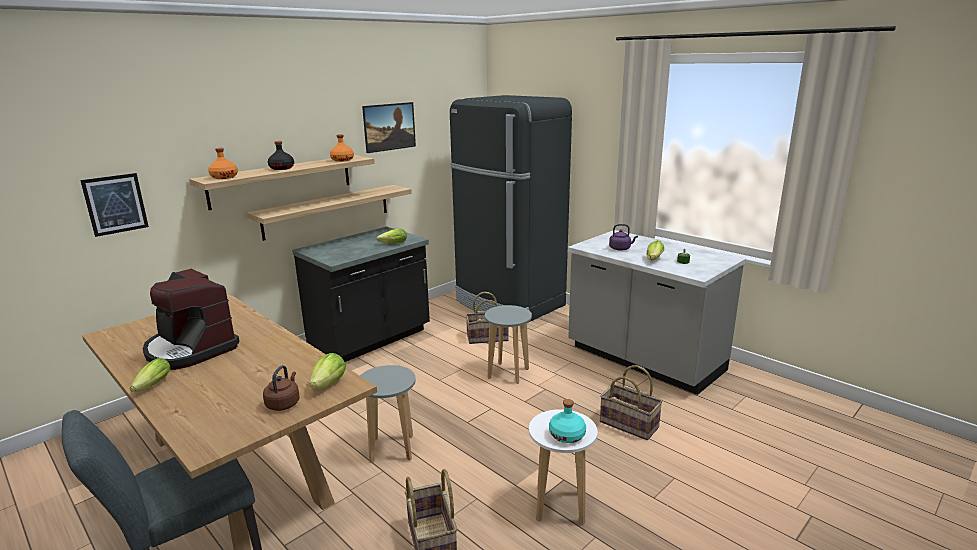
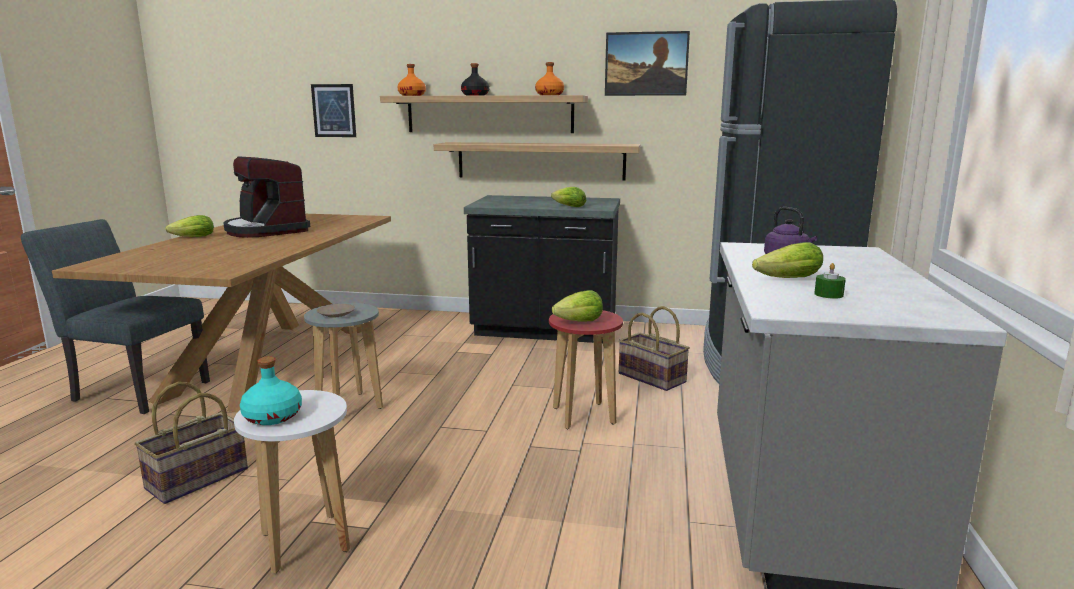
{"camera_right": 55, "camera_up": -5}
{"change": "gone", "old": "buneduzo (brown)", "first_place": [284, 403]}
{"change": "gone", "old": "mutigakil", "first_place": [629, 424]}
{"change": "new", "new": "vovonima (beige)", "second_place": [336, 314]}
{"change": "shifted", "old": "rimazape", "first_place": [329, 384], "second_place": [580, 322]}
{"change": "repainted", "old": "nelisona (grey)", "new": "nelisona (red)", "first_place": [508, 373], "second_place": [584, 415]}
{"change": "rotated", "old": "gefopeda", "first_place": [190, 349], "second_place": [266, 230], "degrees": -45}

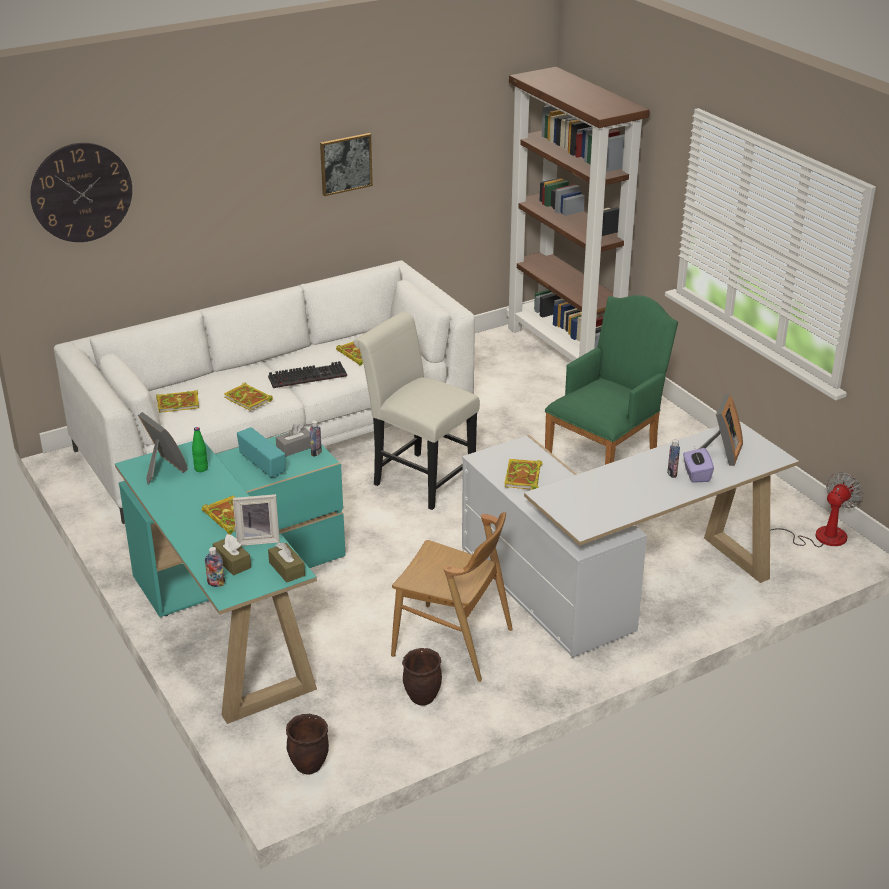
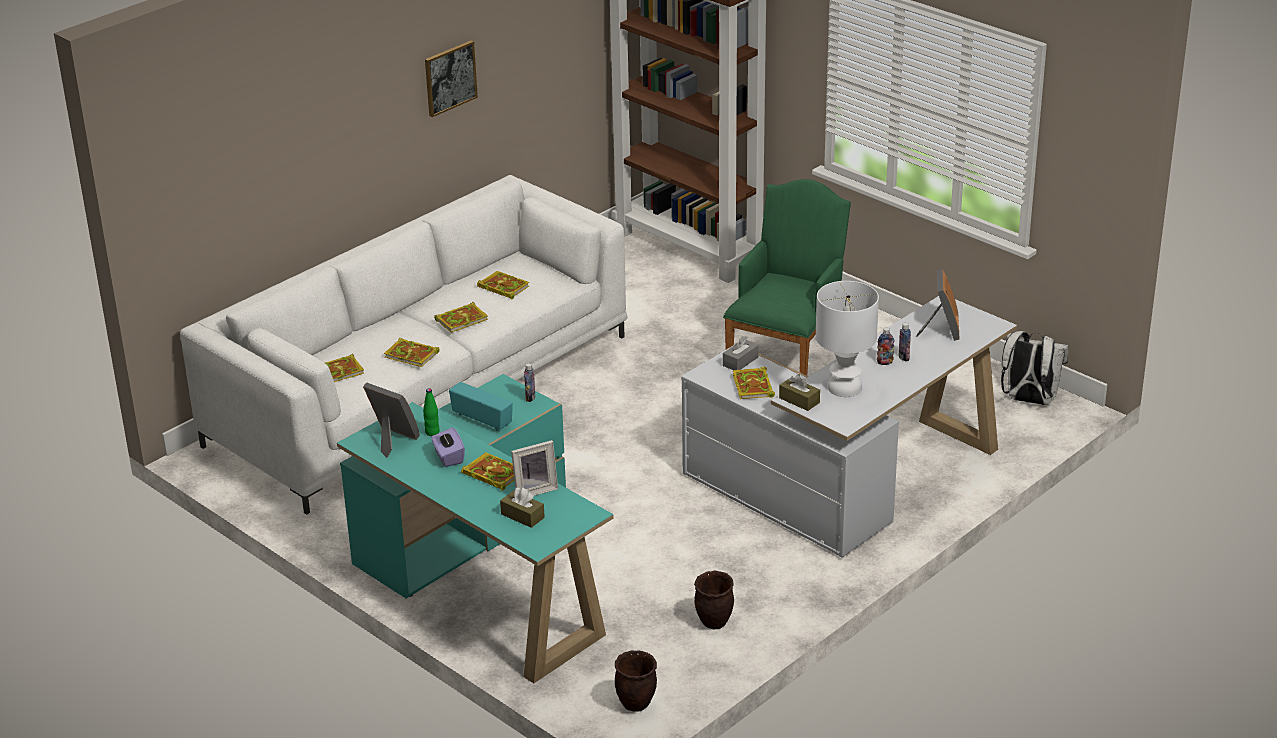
{"camera_right": -15, "camera_up": 0}
{"change": "gone", "old": "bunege", "first_place": [81, 192]}
{"change": "gone", "old": "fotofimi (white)", "first_place": [418, 478]}
{"change": "gone", "old": "fotofimi (brown)", "first_place": [453, 643]}
{"change": "new", "new": "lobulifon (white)", "second_place": [843, 388]}
{"change": "shifted", "old": "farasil", "first_place": [216, 583], "second_place": [884, 362]}
{"change": "shifted", "old": "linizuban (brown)", "first_place": [287, 569], "second_place": [799, 400]}
{"change": "shifted", "old": "linizuban (grey)", "first_place": [295, 448], "second_place": [740, 361]}
{"change": "shifted", "old": "linizuban (purple)", "first_place": [696, 474], "second_place": [448, 457]}
{"change": "swapped", "old": "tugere", "new": "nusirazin", "first_place": [308, 376], "second_place": [462, 319]}
{"change": "swapped", "old": "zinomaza", "new": "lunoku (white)", "first_place": [818, 536], "second_place": [1028, 400]}

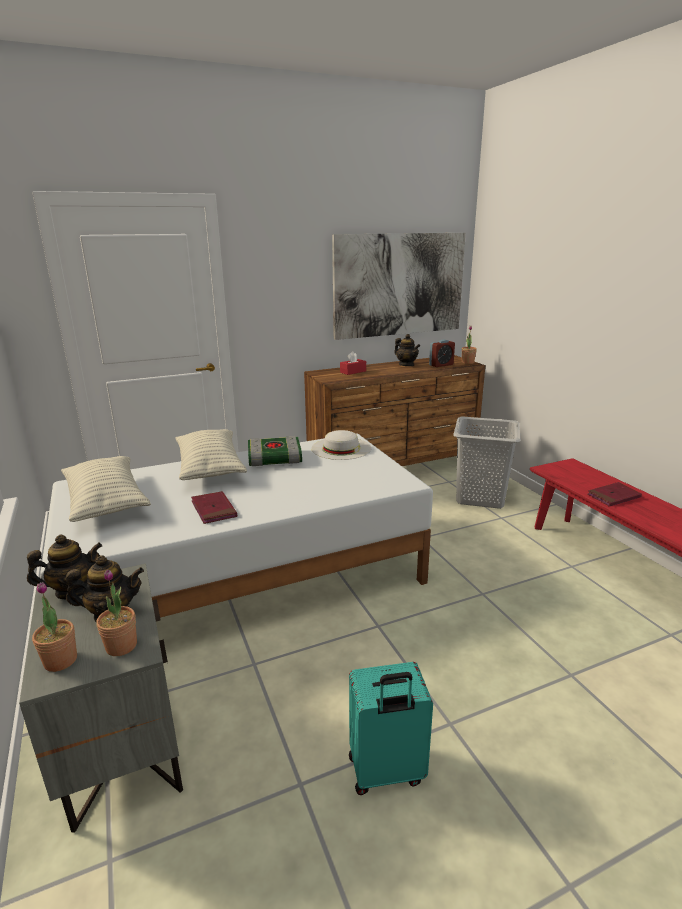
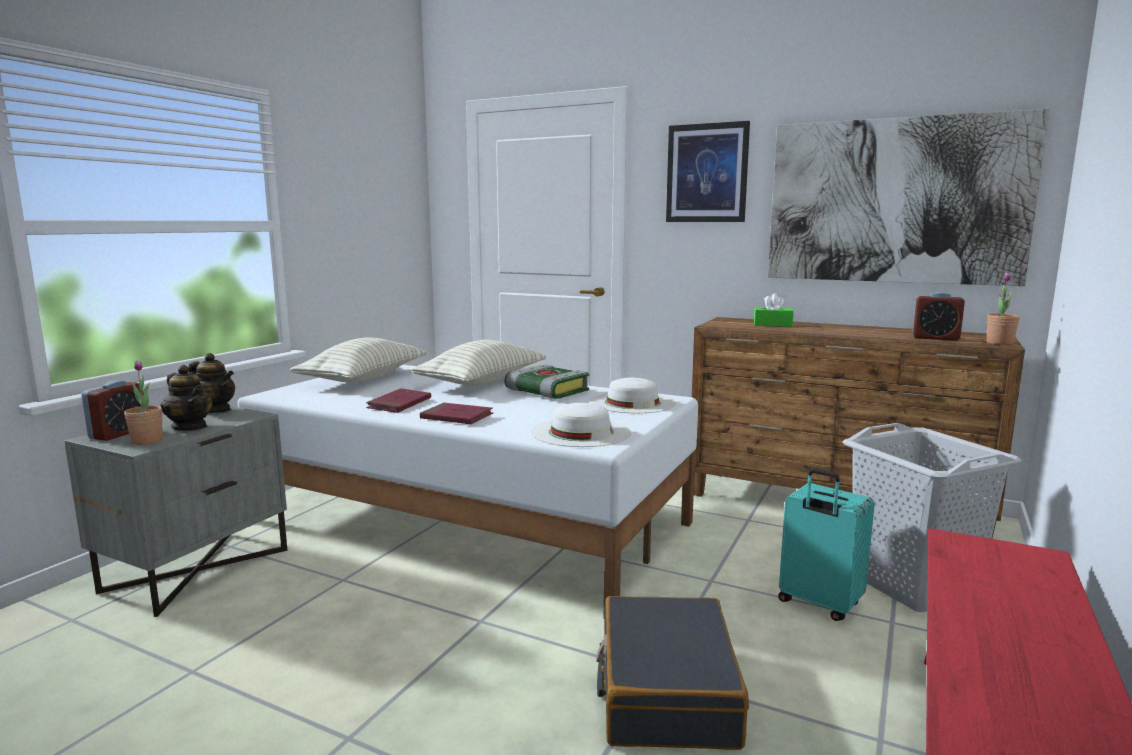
{"camera_right": 50, "camera_up": -10}
{"change": "gone", "old": "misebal", "first_place": [406, 365]}
{"change": "new", "new": "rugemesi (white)", "second_place": [581, 432]}
{"change": "new", "new": "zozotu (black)", "second_place": [666, 691]}
{"change": "new", "new": "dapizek", "second_place": [707, 173]}
{"change": "shifted", "old": "zozotu (turquoise)", "first_place": [386, 772], "second_place": [818, 604]}
{"change": "shifted", "old": "nusirazin (red)", "first_place": [613, 496], "second_place": [456, 417]}
{"change": "swapped", "old": "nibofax", "new": "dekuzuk", "first_place": [60, 661], "second_place": [118, 434]}
{"change": "repainted", "old": "linizuban (red)", "new": "linizuban (green)", "first_place": [353, 372], "second_place": [772, 324]}

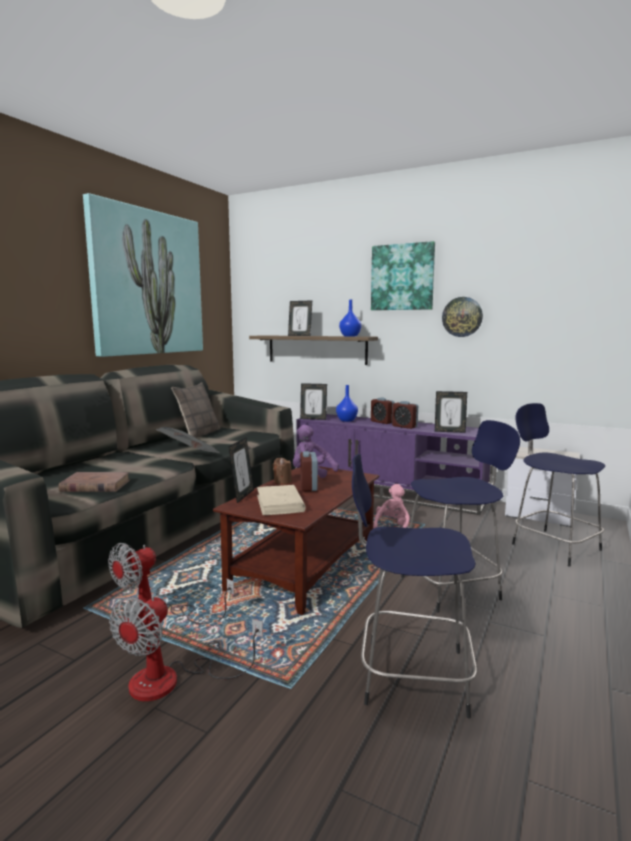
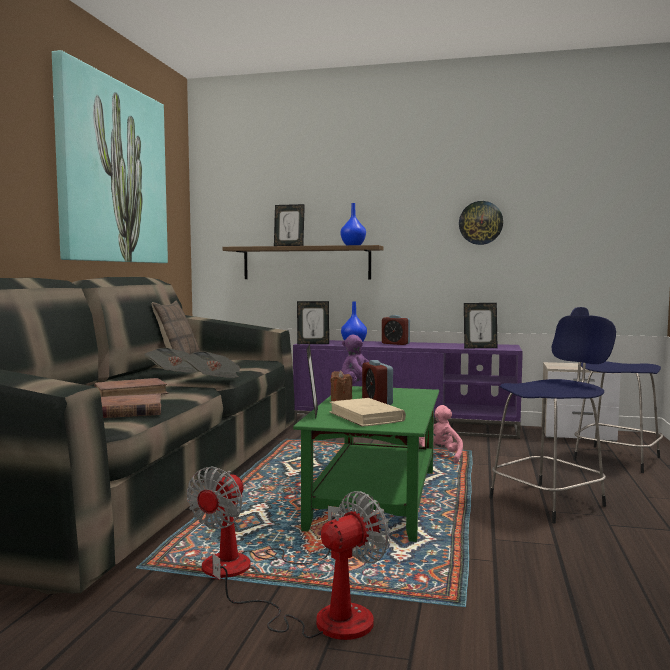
{"camera_right": -15, "camera_up": -5}
{"change": "gone", "old": "nelisona (blue)", "first_place": [410, 675]}
{"change": "gone", "old": "dapizek", "first_place": [402, 277]}
{"change": "gone", "old": "dekuzuk", "first_place": [404, 426]}
{"change": "new", "new": "nusirazin (brown)", "second_place": [131, 393]}
{"change": "repainted", "old": "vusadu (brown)", "new": "vusadu (green)", "first_place": [305, 565], "second_place": [375, 498]}
{"change": "rotated", "old": "zinomaza", "first_place": [172, 680], "second_place": [322, 620], "degrees": -135}

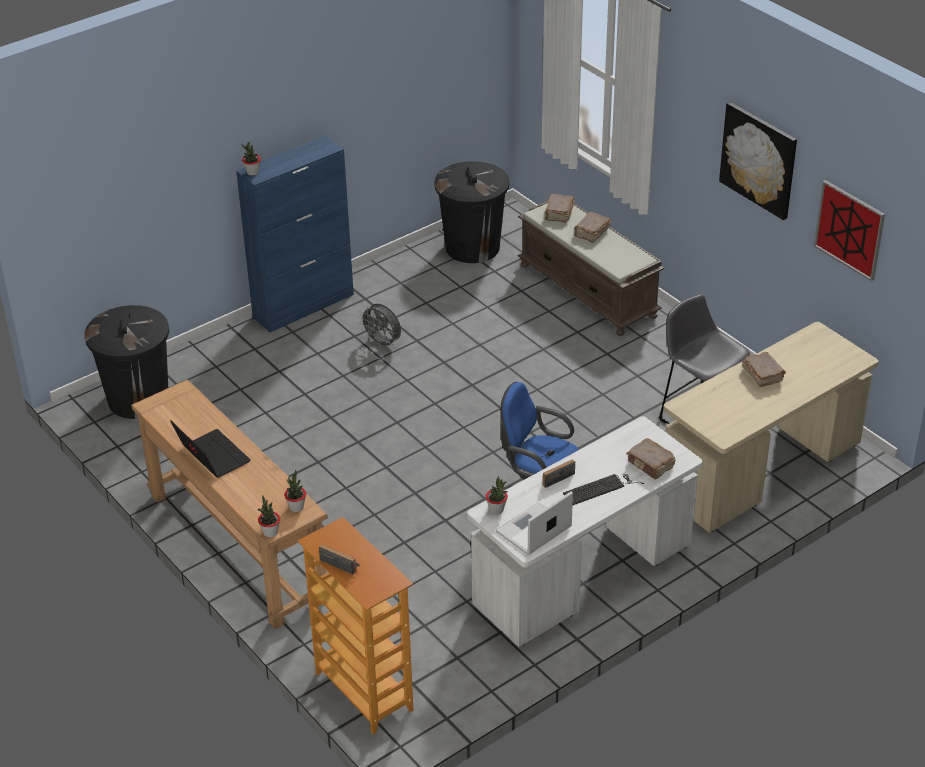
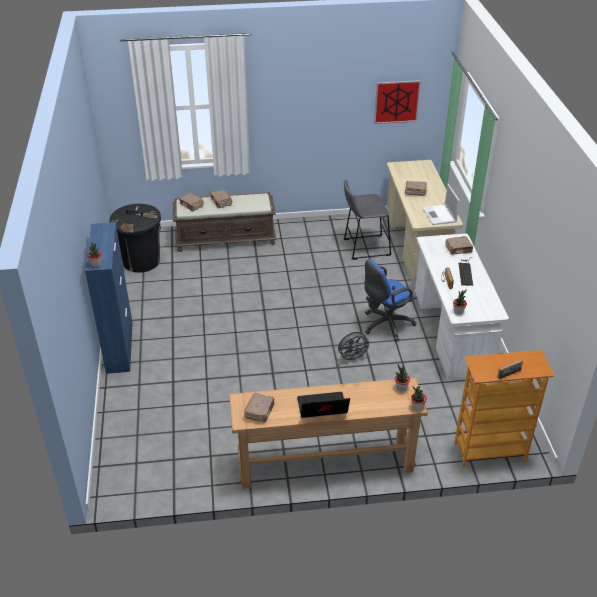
{"camera_right": -60, "camera_up": 0}
{"change": "gone", "old": "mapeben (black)", "first_place": [138, 399]}
{"change": "gone", "old": "dapizek", "first_place": [759, 159]}
{"change": "new", "new": "nusirazin (brown)", "second_place": [260, 411]}
{"change": "shifted", "old": "zinomaza (grey)", "first_place": [383, 343], "second_place": [352, 358]}
{"change": "shifted", "old": "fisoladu", "first_place": [533, 530], "second_place": [439, 215]}

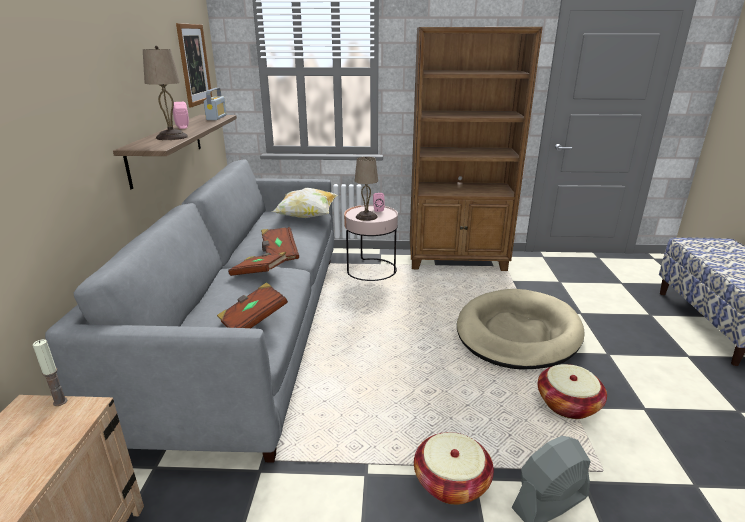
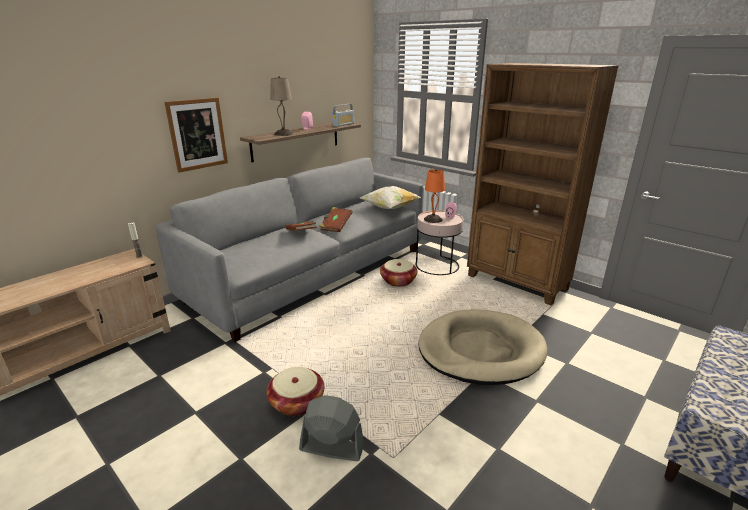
{"camera_right": 40, "camera_up": 0}
{"change": "gone", "old": "nusirazin (brown)", "first_place": [253, 320]}
{"change": "shifted", "old": "dapizek", "first_place": [194, 65], "second_place": [197, 134]}
{"change": "shifted", "old": "mutigakil", "first_place": [568, 404], "second_place": [398, 281]}
{"change": "repainted", "old": "lobulifon (beige)", "new": "lobulifon (orange)", "first_place": [366, 217], "second_place": [432, 219]}

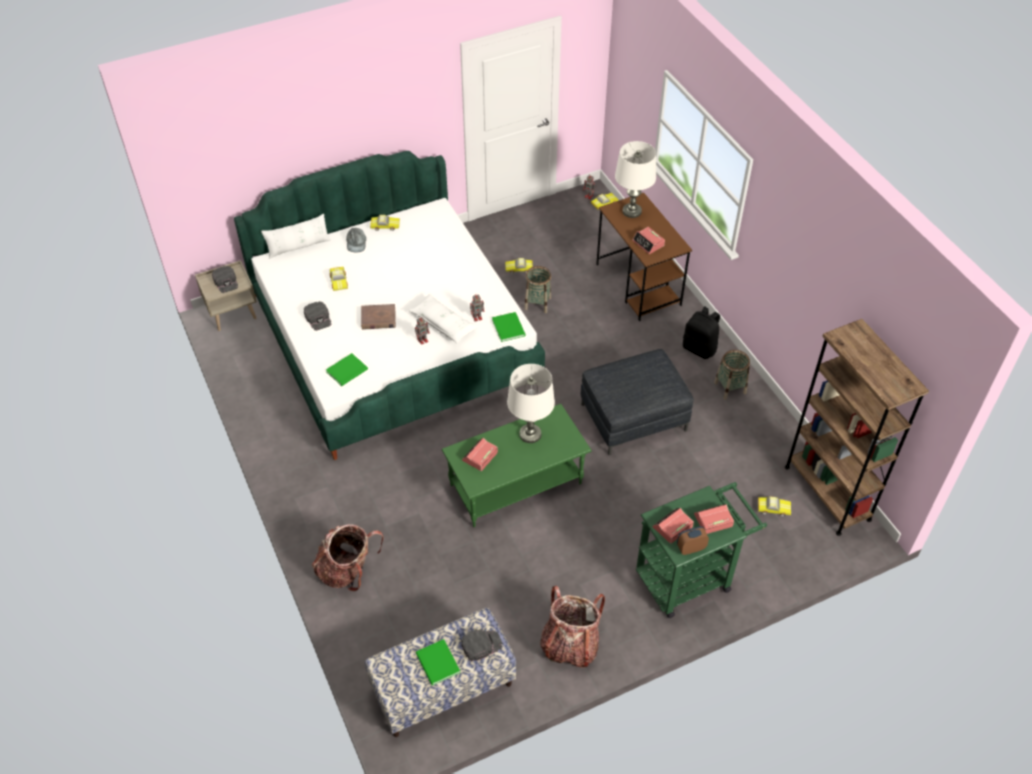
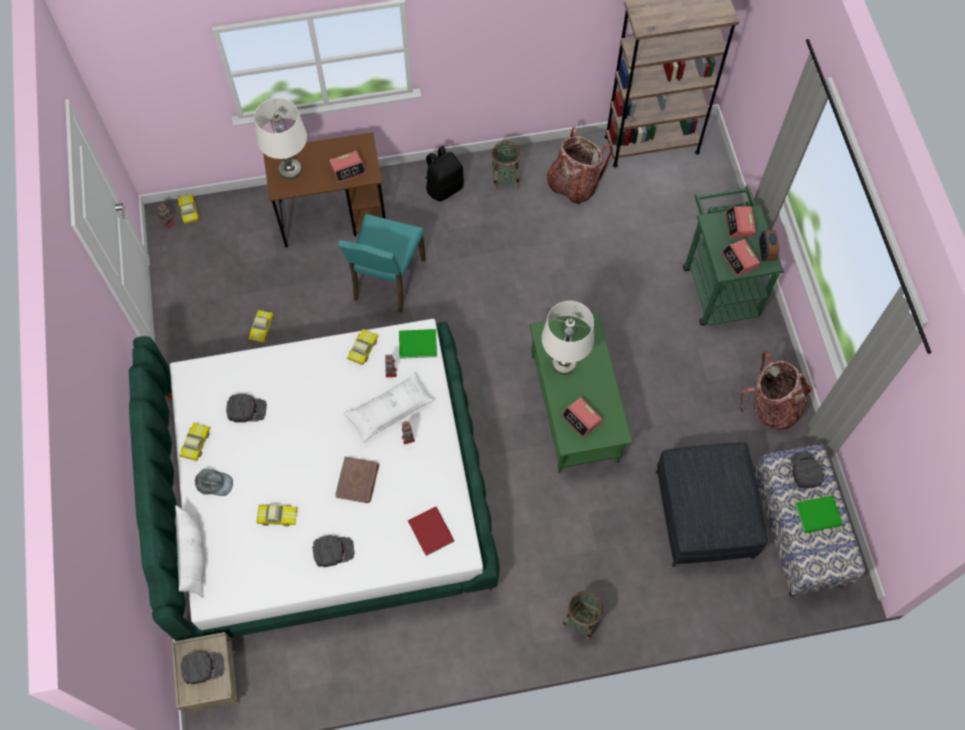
{"camera_right": -75, "camera_up": 15}
{"change": "new", "new": "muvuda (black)", "second_place": [247, 409]}
{"change": "new", "new": "fotofimi (turquoise)", "second_place": [387, 280]}
{"change": "shifted", "old": "lunoku", "first_place": [348, 570], "second_place": [573, 184]}
{"change": "shifted", "old": "mutigakil", "first_place": [537, 303], "second_place": [581, 620]}
{"change": "shifted", "old": "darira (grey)", "first_place": [633, 417], "second_place": [704, 514]}
{"change": "shifted", "old": "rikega", "first_place": [773, 507], "second_place": [362, 349]}
{"change": "repainted", "old": "nusirazin (green)", "new": "nusirazin (red)", "first_place": [348, 370], "second_place": [431, 529]}

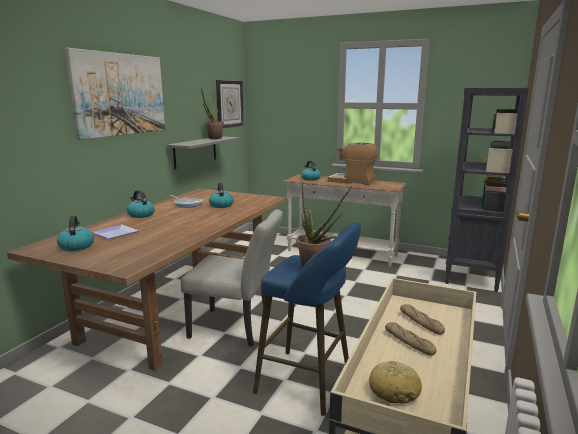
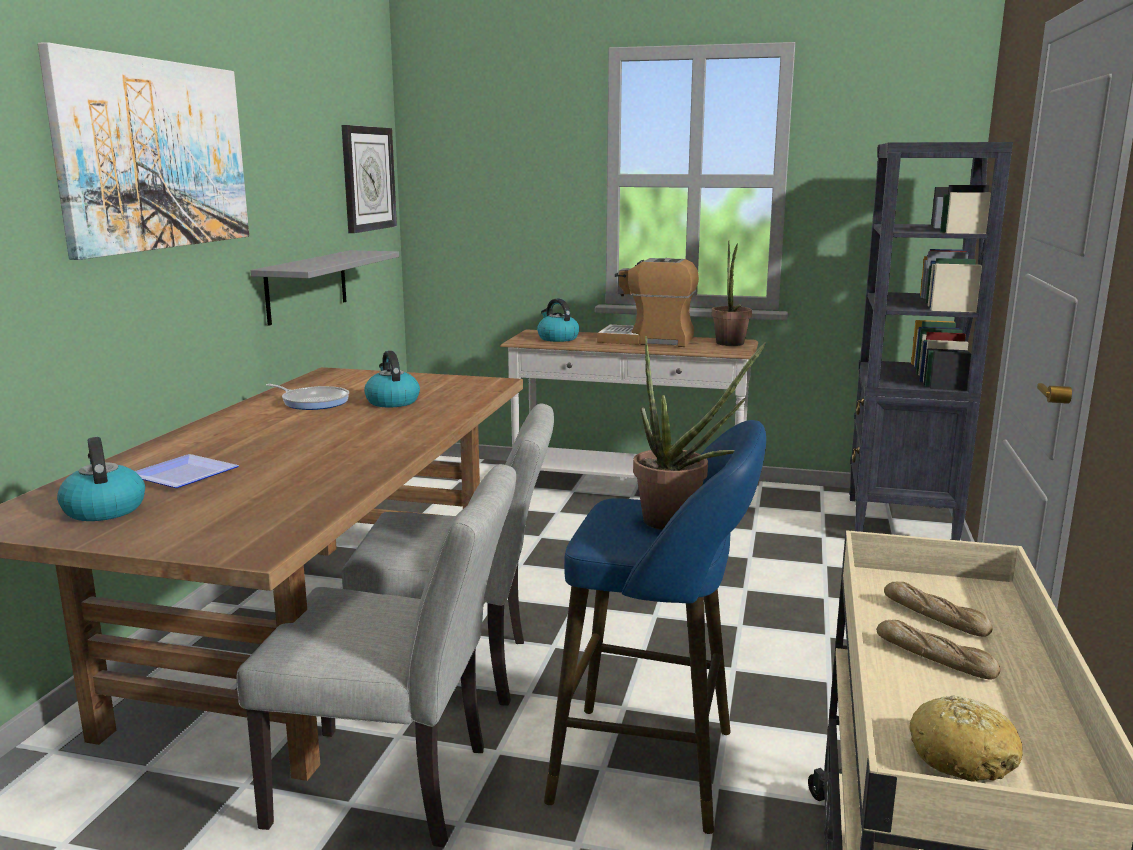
{"camera_right": -10, "camera_up": 0}
{"change": "gone", "old": "buneduzo", "first_place": [140, 215]}
{"change": "new", "new": "fotofimi (grey)", "second_place": [397, 788]}
{"change": "shifted", "old": "nibofax", "first_place": [213, 138], "second_place": [730, 344]}

